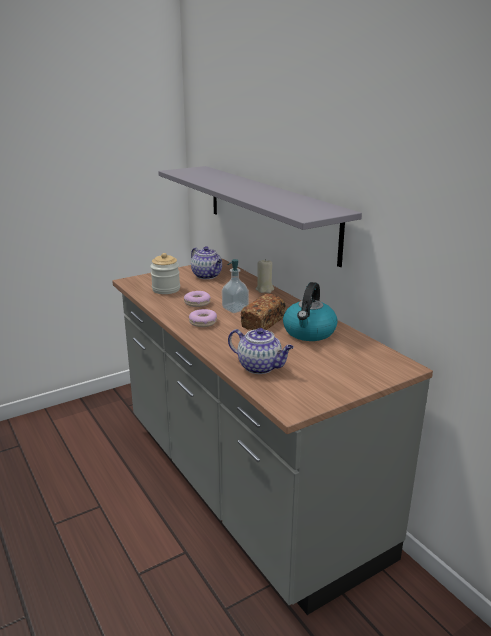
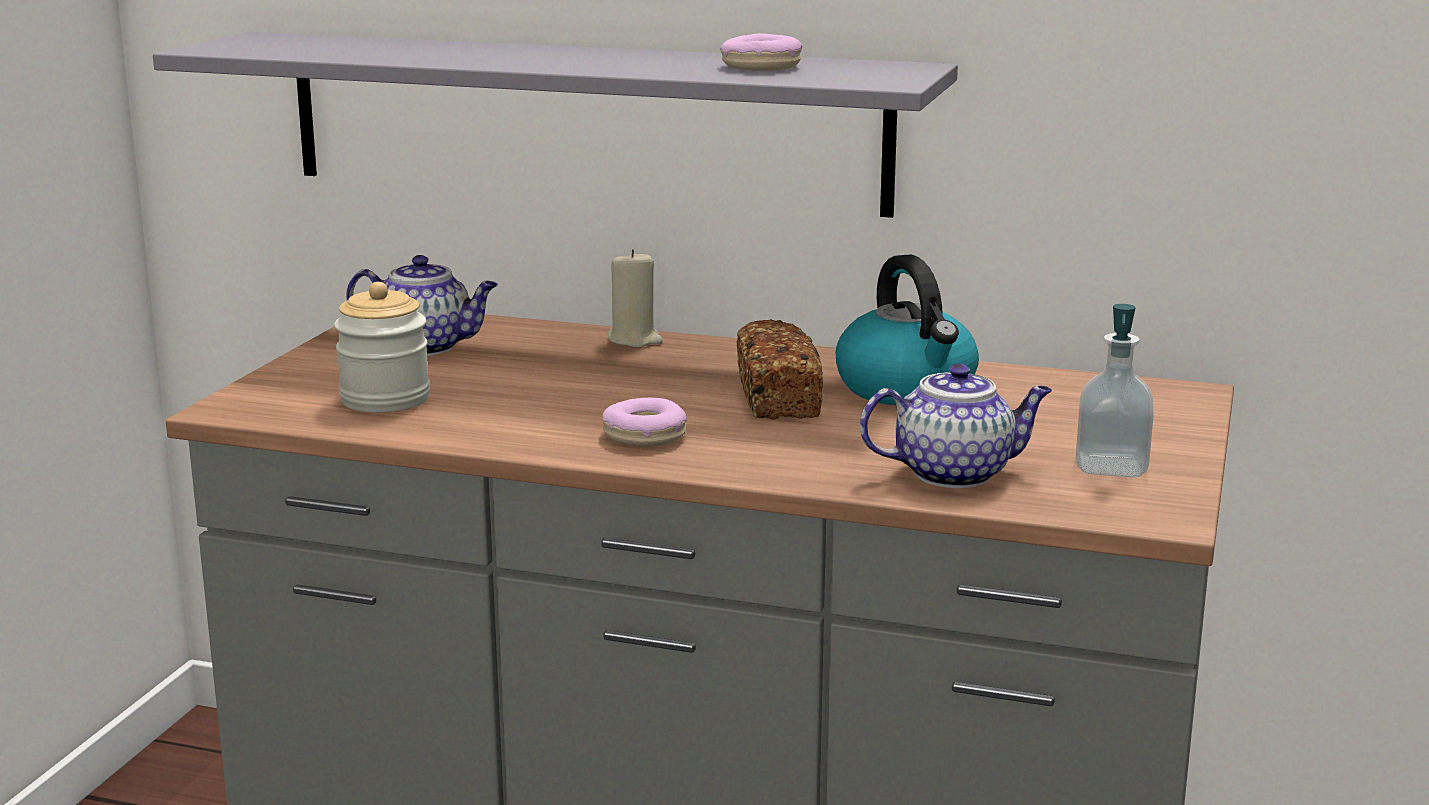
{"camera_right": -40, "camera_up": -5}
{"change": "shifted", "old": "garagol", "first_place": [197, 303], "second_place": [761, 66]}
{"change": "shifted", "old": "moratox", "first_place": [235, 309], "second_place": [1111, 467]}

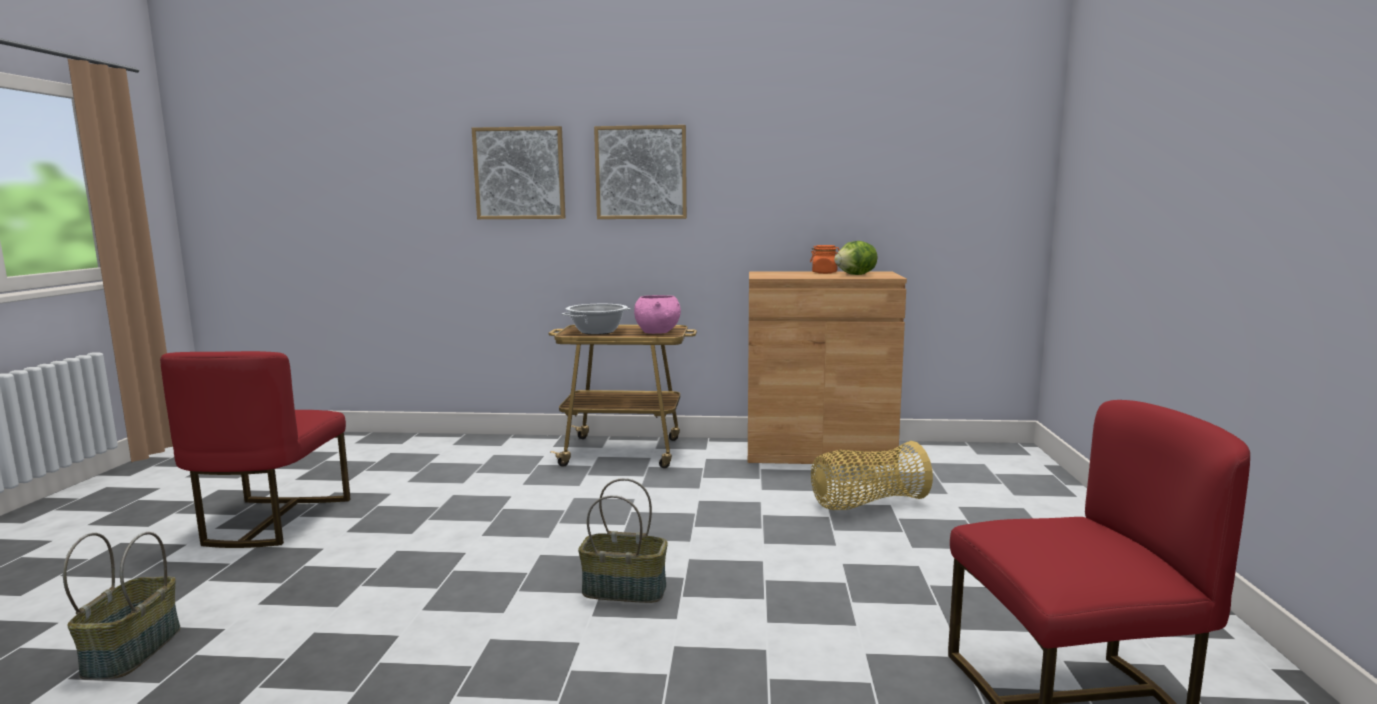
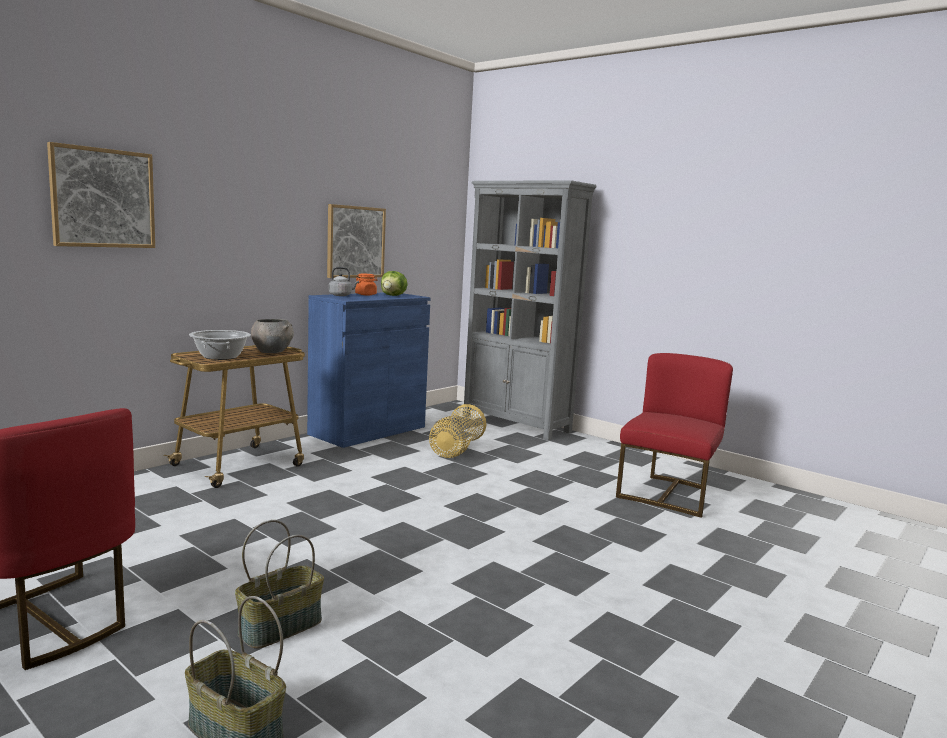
{"camera_right": -55, "camera_up": 0}
{"change": "new", "new": "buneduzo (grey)", "second_place": [341, 295]}
{"change": "new", "new": "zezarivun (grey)", "second_place": [516, 424]}
{"change": "shifted", "old": "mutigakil", "first_place": [625, 589], "second_place": [280, 626]}
{"change": "shifted", "old": "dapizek", "first_place": [641, 173], "second_place": [355, 242]}
{"change": "repainted", "old": "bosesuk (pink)", "new": "bosesuk (grey)", "first_place": [658, 332], "second_place": [272, 352]}
{"change": "repainted", "old": "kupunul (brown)", "new": "kupunul (blue)", "first_place": [818, 452], "second_place": [368, 430]}

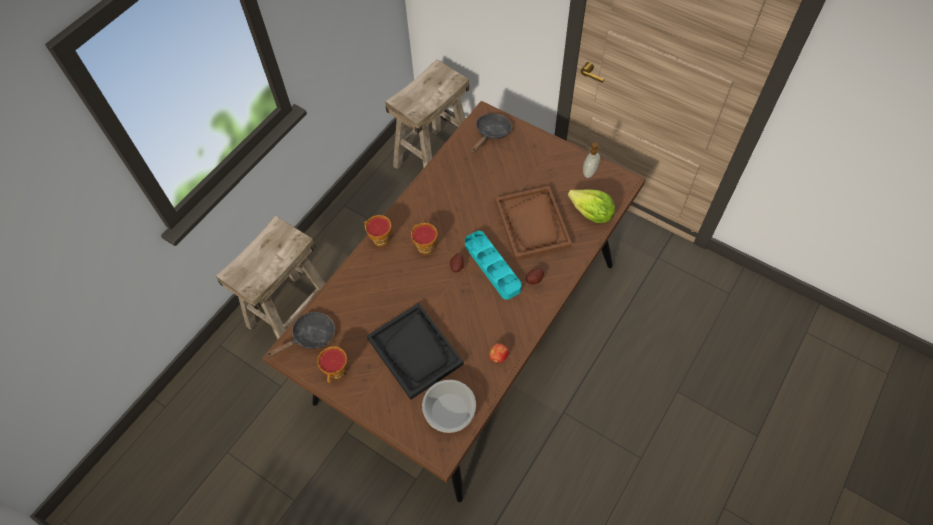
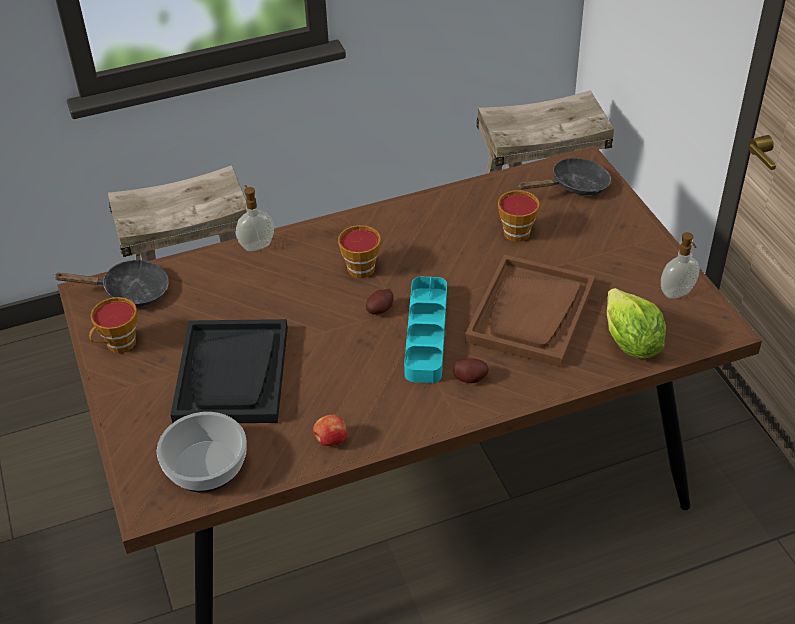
{"camera_right": 35, "camera_up": -15}
{"change": "new", "new": "moratox", "second_place": [257, 245]}
{"change": "shifted", "old": "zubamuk", "first_place": [378, 238], "second_place": [514, 231]}

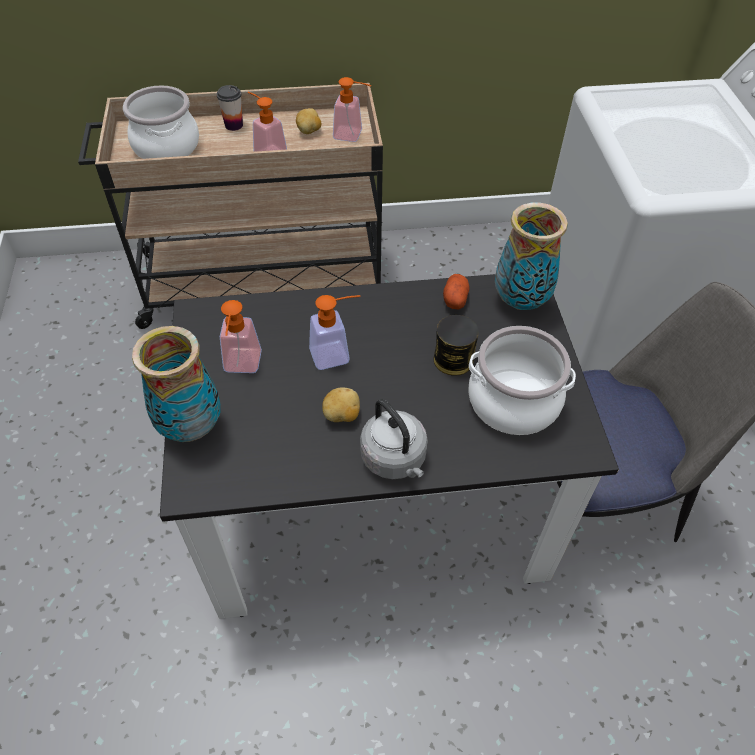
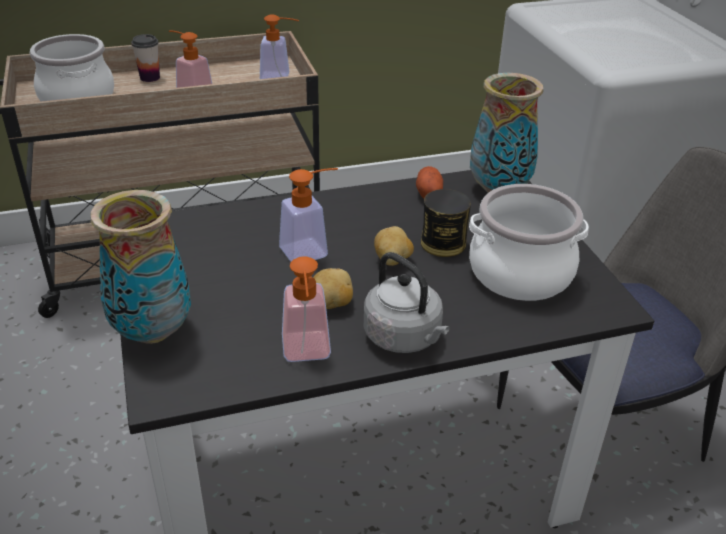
{"camera_right": -10, "camera_up": -15}
{"change": "shifted", "old": "moratox", "first_place": [241, 367], "second_place": [307, 354]}
{"change": "shifted", "old": "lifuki", "first_place": [309, 131], "second_place": [392, 260]}

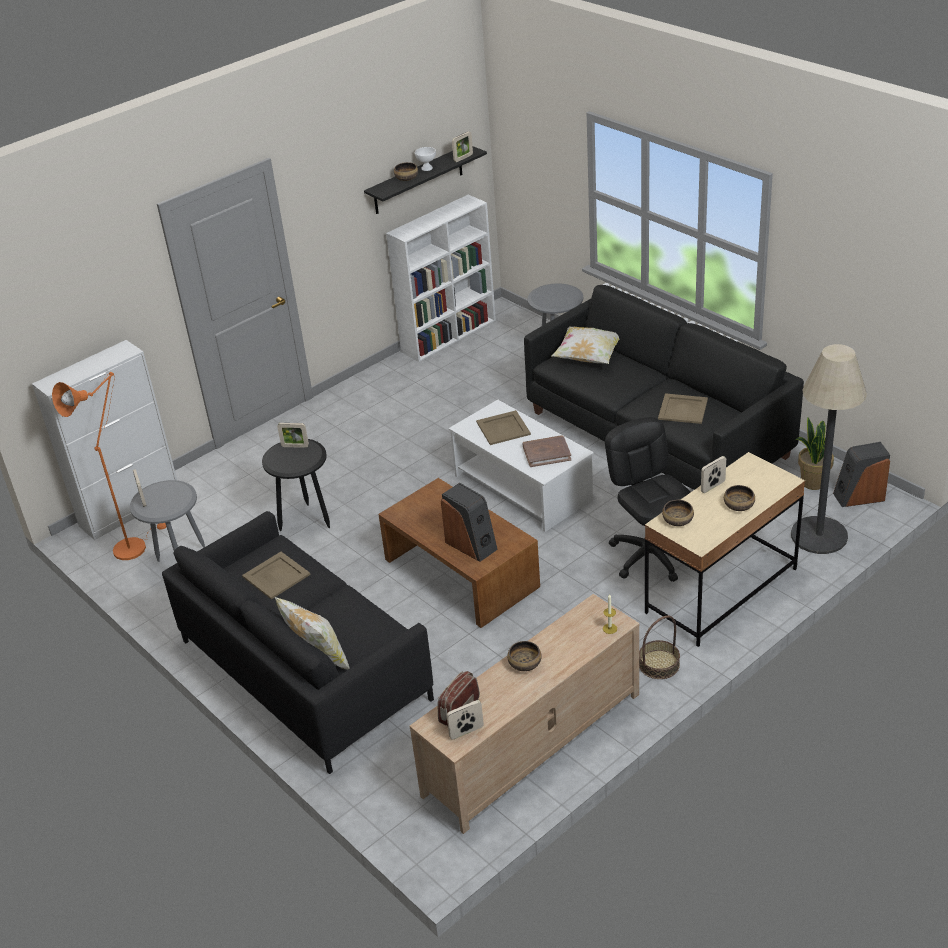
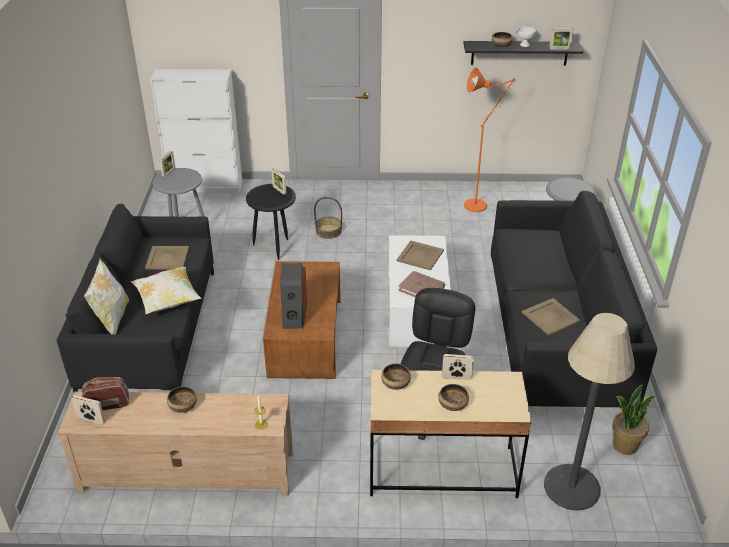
{"camera_right": 40, "camera_up": 0}
{"change": "gone", "old": "zezarivun (white)", "first_place": [449, 335]}
{"change": "gone", "old": "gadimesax", "first_place": [859, 496]}
{"change": "shifted", "old": "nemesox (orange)", "first_place": [133, 545], "second_place": [479, 205]}
{"change": "shifted", "old": "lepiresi", "first_place": [588, 357], "second_place": [168, 301]}
{"change": "shifted", "old": "mutigakil", "first_place": [659, 664], "second_place": [328, 231]}

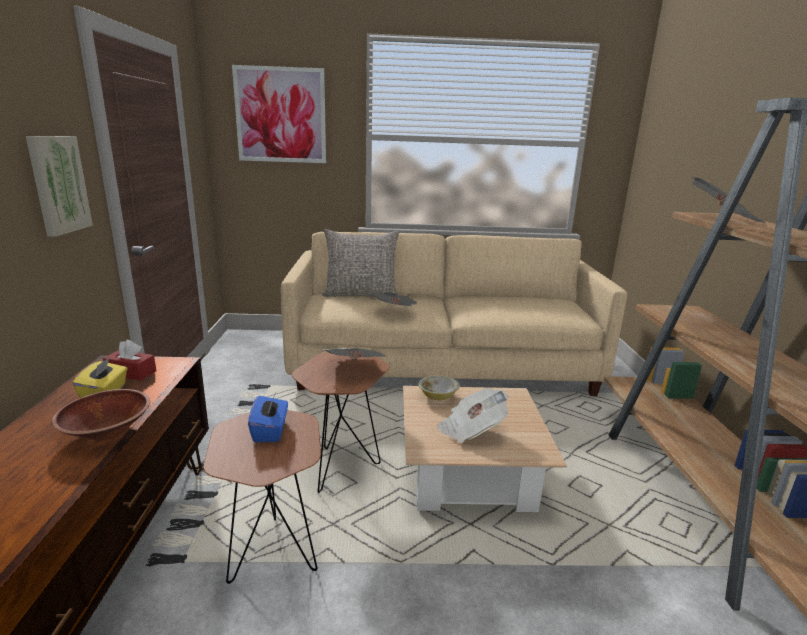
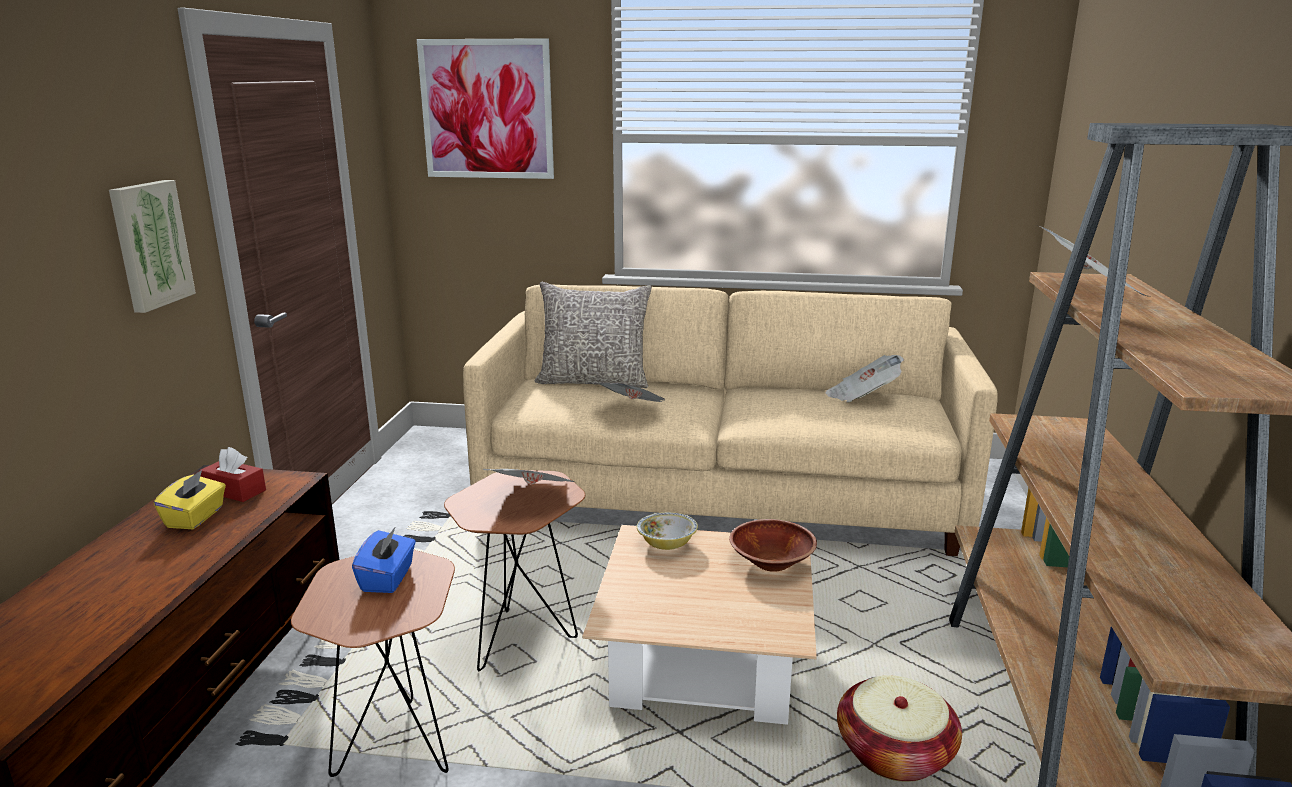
{"camera_right": 10, "camera_up": 0}
{"change": "new", "new": "mutigakil", "second_place": [894, 752]}
{"change": "shifted", "old": "bosesuk (brown)", "first_place": [107, 431], "second_place": [772, 563]}
{"change": "shifted", "old": "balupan", "first_place": [471, 430], "second_place": [862, 396]}

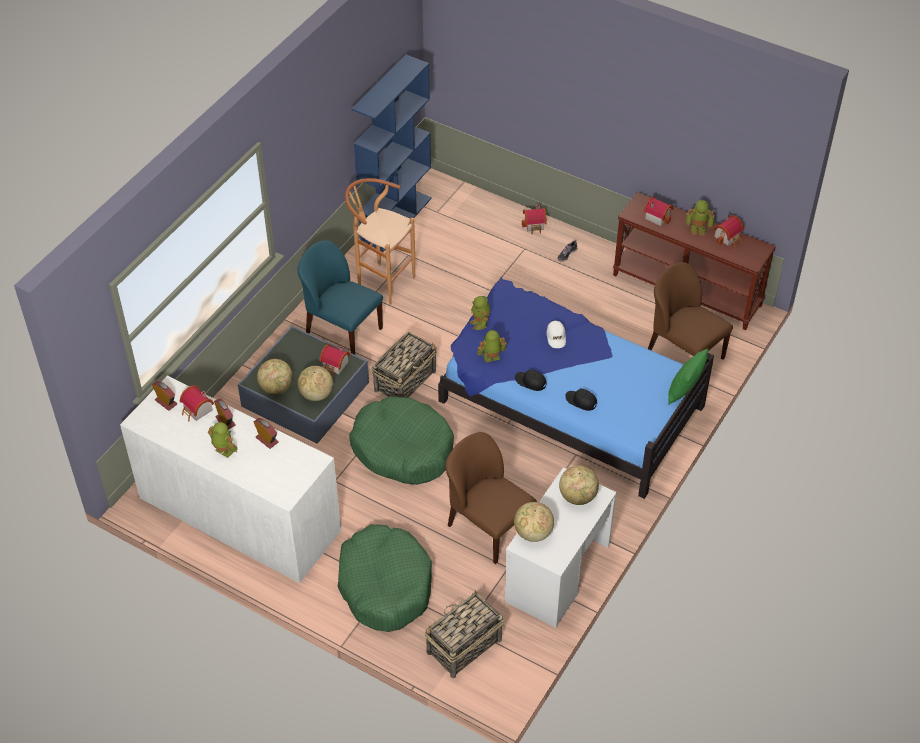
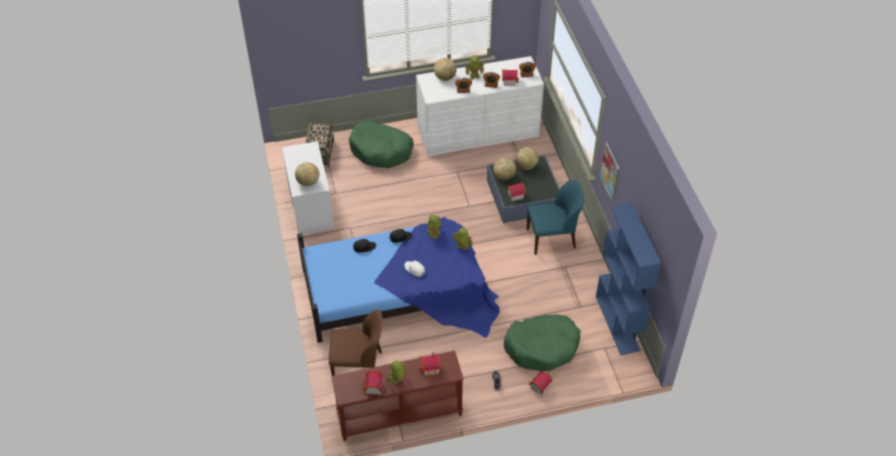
{"camera_right": 135, "camera_up": 0}
{"change": "gone", "old": "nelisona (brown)", "first_place": [381, 281]}
{"change": "gone", "old": "mutigakil", "first_place": [405, 380]}
{"change": "gone", "old": "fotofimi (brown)", "first_place": [488, 528]}
{"change": "gone", "old": "lepiresi (green)", "first_place": [684, 390]}
{"change": "new", "new": "dapizek", "second_place": [610, 172]}
{"change": "shifted", "old": "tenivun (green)", "first_place": [403, 449], "second_place": [542, 347]}
{"change": "shifted", "old": "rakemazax", "first_place": [533, 533], "second_place": [445, 77]}

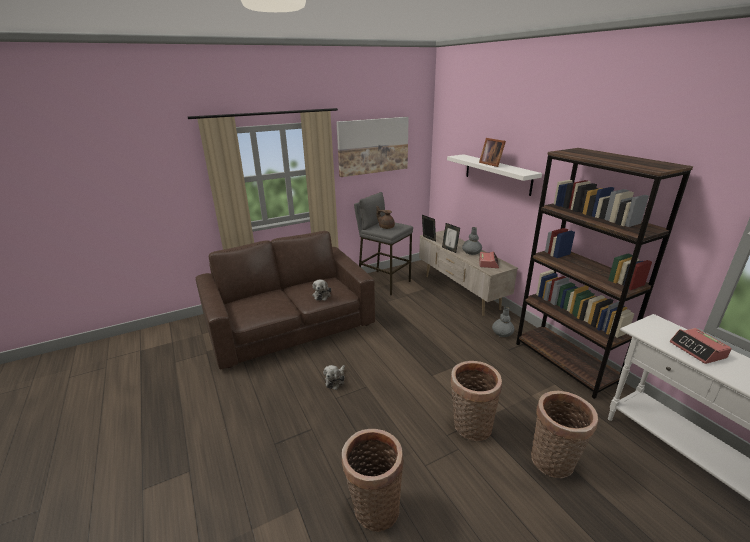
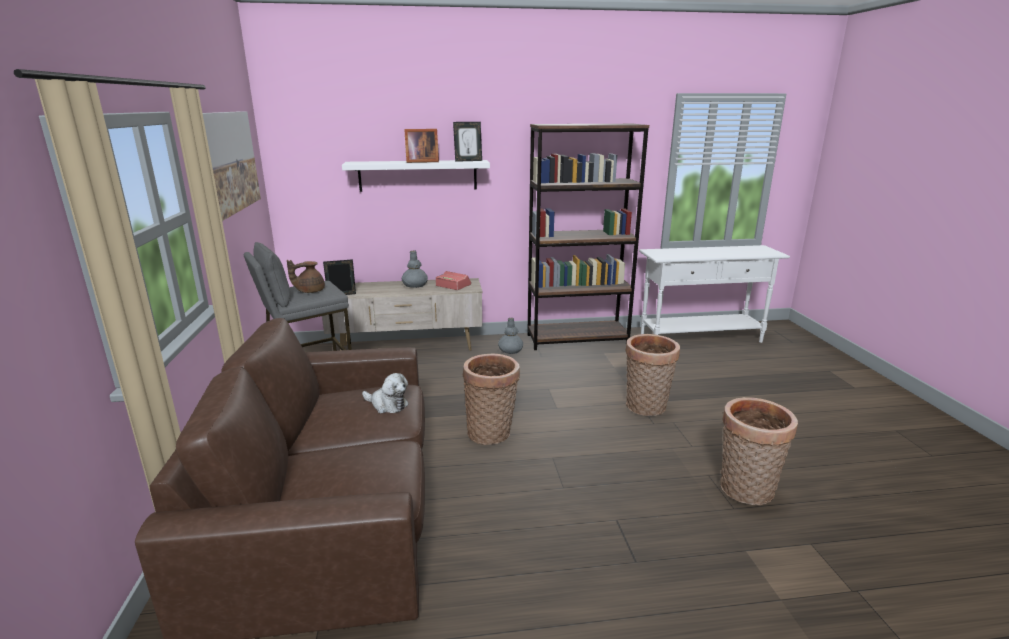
{"camera_right": -70, "camera_up": -5}
{"change": "gone", "old": "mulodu", "first_place": [335, 380]}
{"change": "gone", "old": "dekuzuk", "first_place": [698, 350]}
{"change": "shifted", "old": "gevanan", "first_place": [450, 249], "second_place": [468, 161]}
{"change": "shifted", "old": "mutigakil", "first_place": [553, 463], "second_place": [492, 433]}

